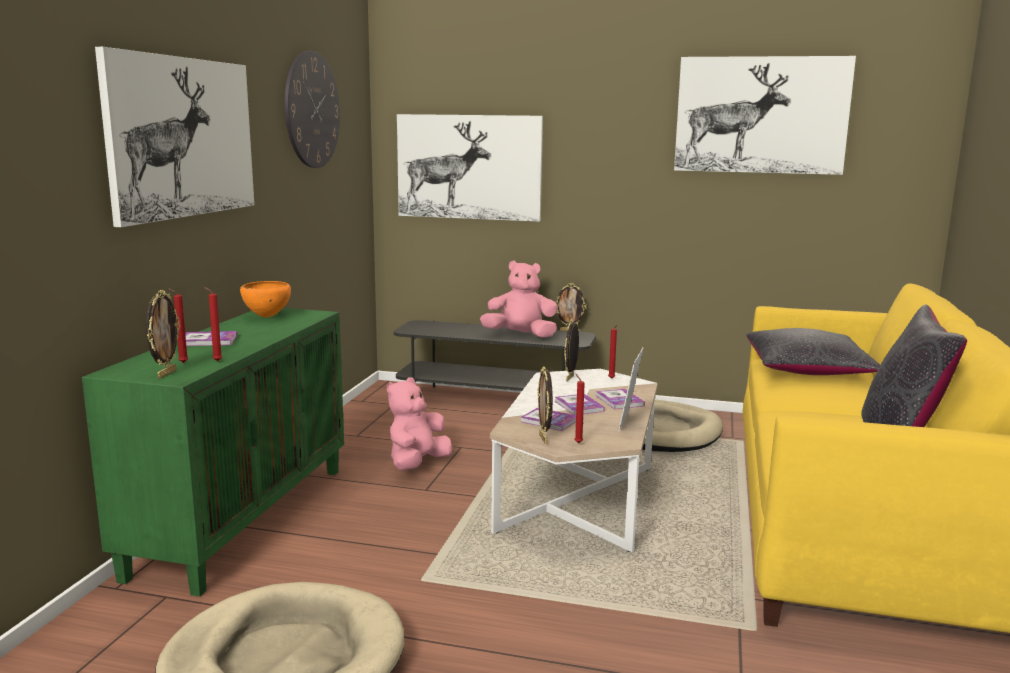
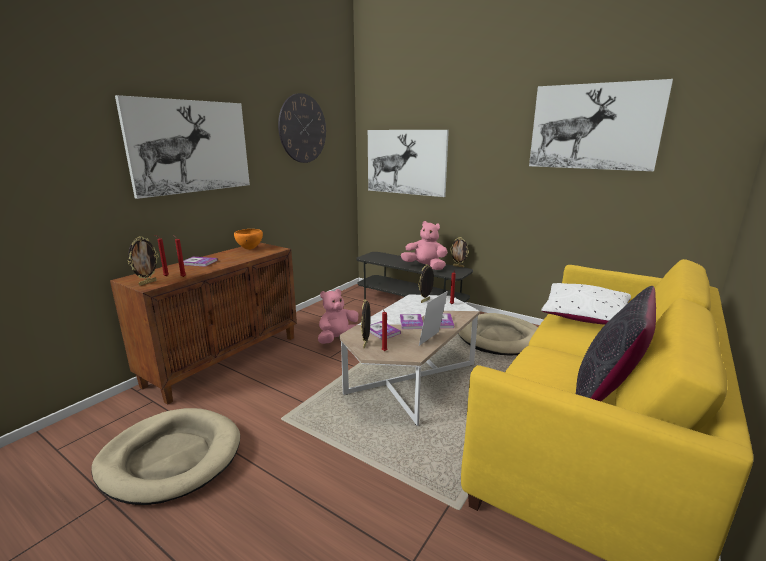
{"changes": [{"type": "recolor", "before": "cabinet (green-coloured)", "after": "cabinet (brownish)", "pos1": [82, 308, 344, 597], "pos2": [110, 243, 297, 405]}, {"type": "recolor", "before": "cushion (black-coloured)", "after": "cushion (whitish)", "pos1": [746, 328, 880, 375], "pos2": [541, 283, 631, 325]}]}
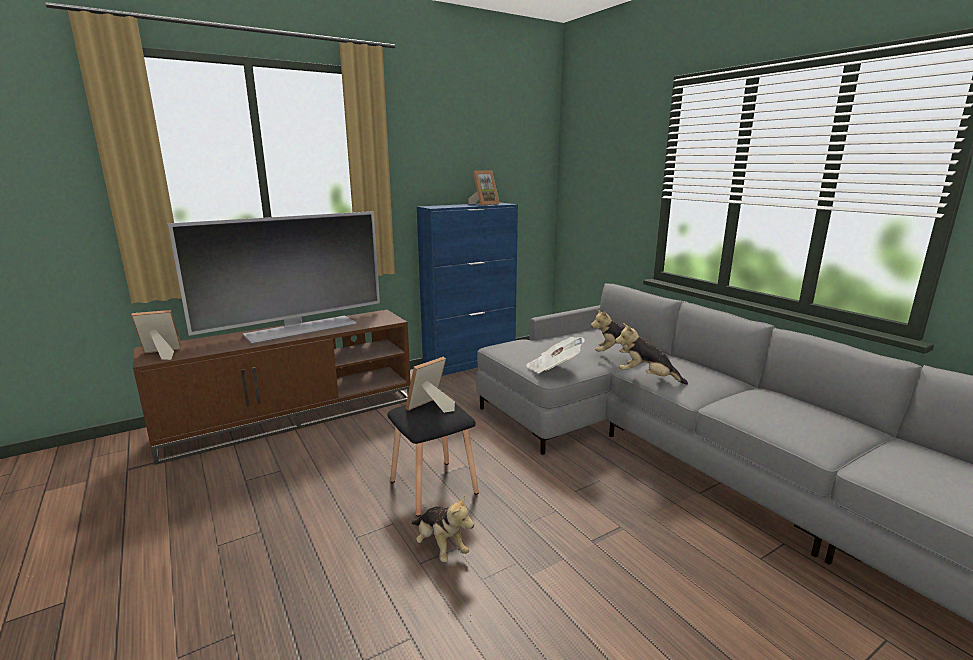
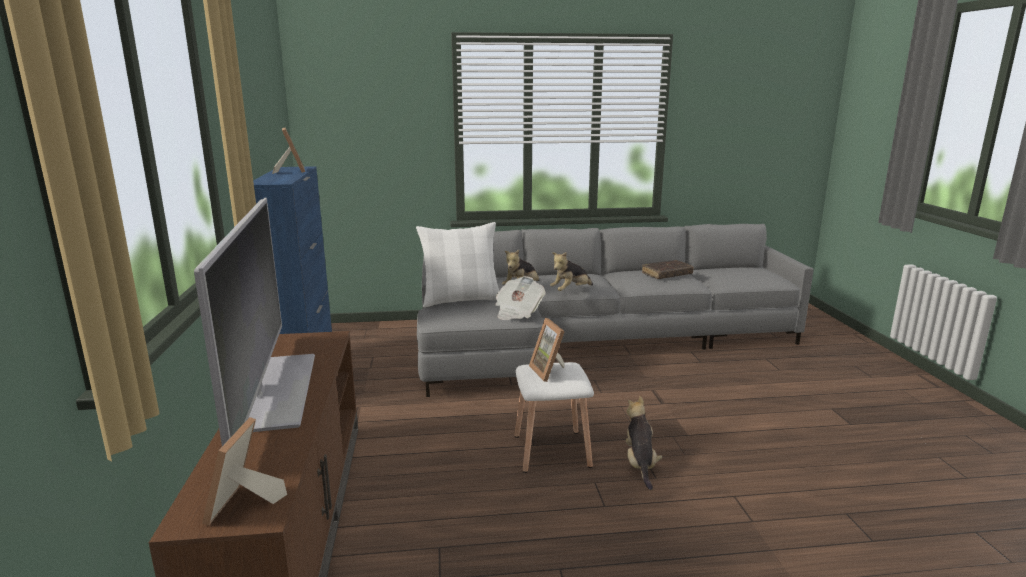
{"changes": [{"type": "insert", "after": "cushion (whitish)", "pos2": [416, 222, 499, 308]}, {"type": "insert", "after": "volume (brownish)", "pos2": [642, 260, 694, 279]}, {"type": "recolor", "before": "stool seat (black-coloured)", "after": "stool seat (whitish)", "pos1": [387, 400, 479, 516], "pos2": [514, 362, 594, 473]}, {"type": "rotate", "before": "soft toy", "pos1": [412, 495, 474, 562], "pos2": [626, 396, 662, 490], "turn": -75}]}
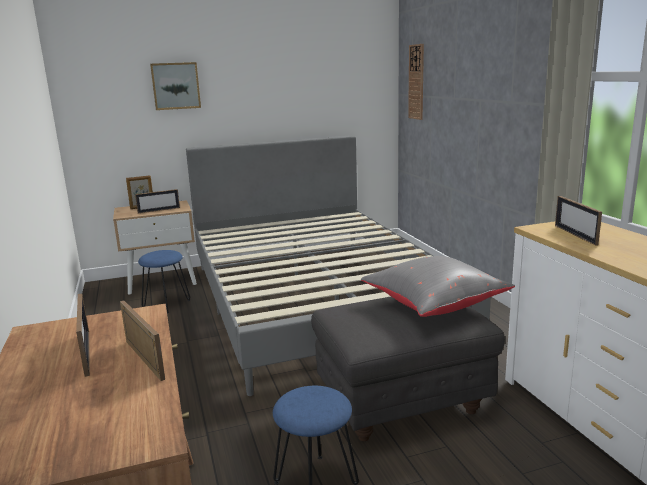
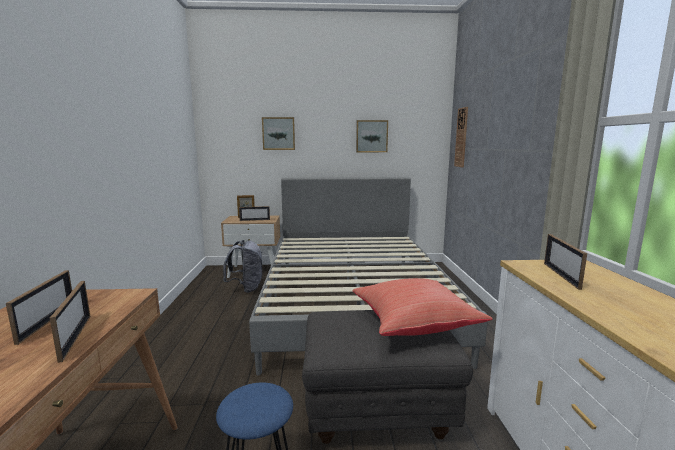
{"changes": [{"type": "insert", "after": "picture", "pos2": [356, 120, 388, 152]}, {"type": "replace", "before": "stool seat (blue-coloured)", "after": "rucksack (greyish)", "pos1": [138, 250, 190, 313], "pos2": [223, 240, 262, 293]}, {"type": "recolor", "before": "cushion (greyish)", "after": "cushion (red-coloured)", "pos1": [361, 256, 515, 317], "pos2": [352, 278, 492, 336]}]}
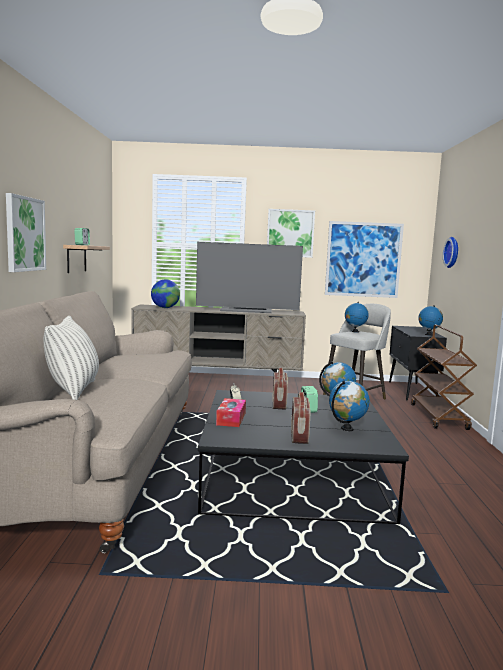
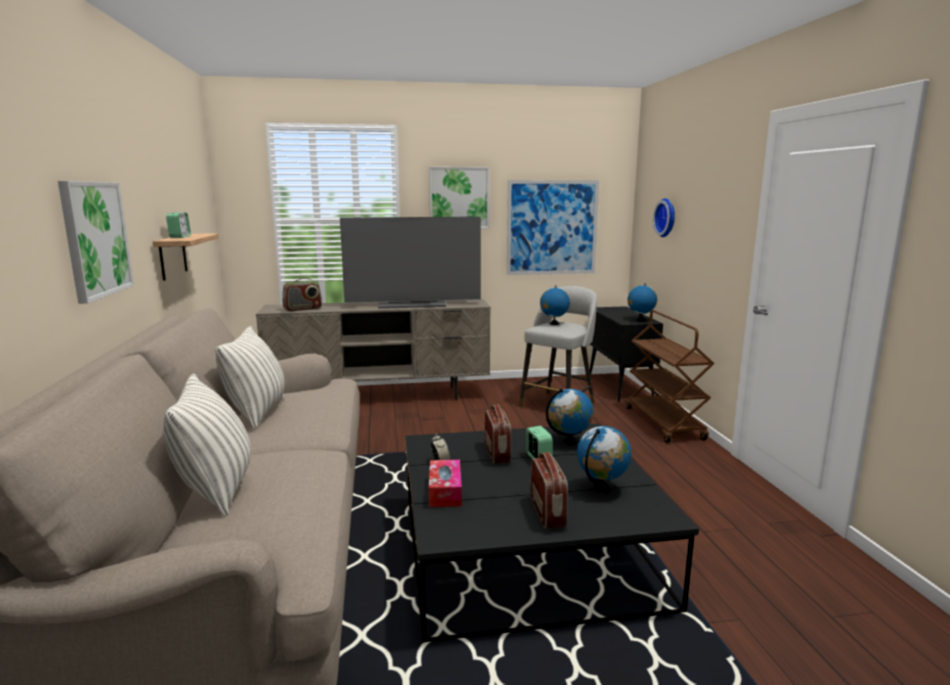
{"changes": [{"type": "insert", "after": "cushion", "pos2": [215, 326, 285, 429]}, {"type": "replace", "before": "desk globe", "after": "radio receiver", "pos1": [151, 279, 180, 308], "pos2": [282, 278, 322, 311]}]}
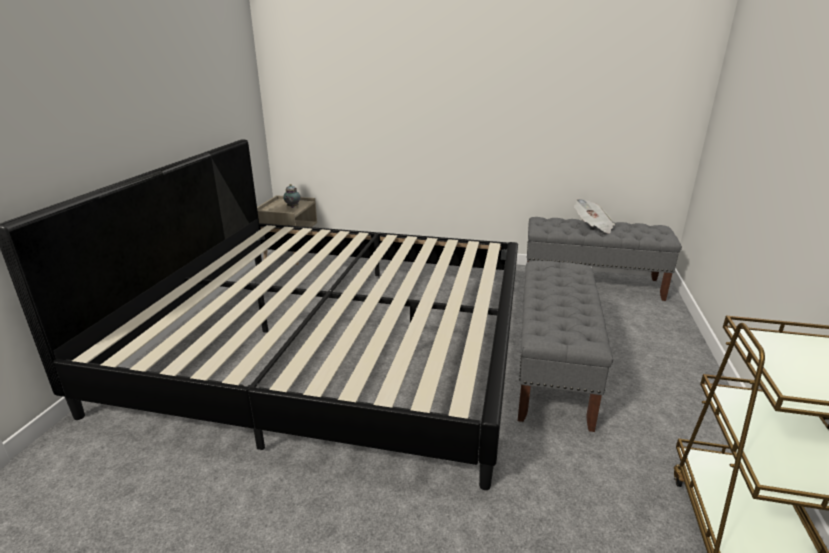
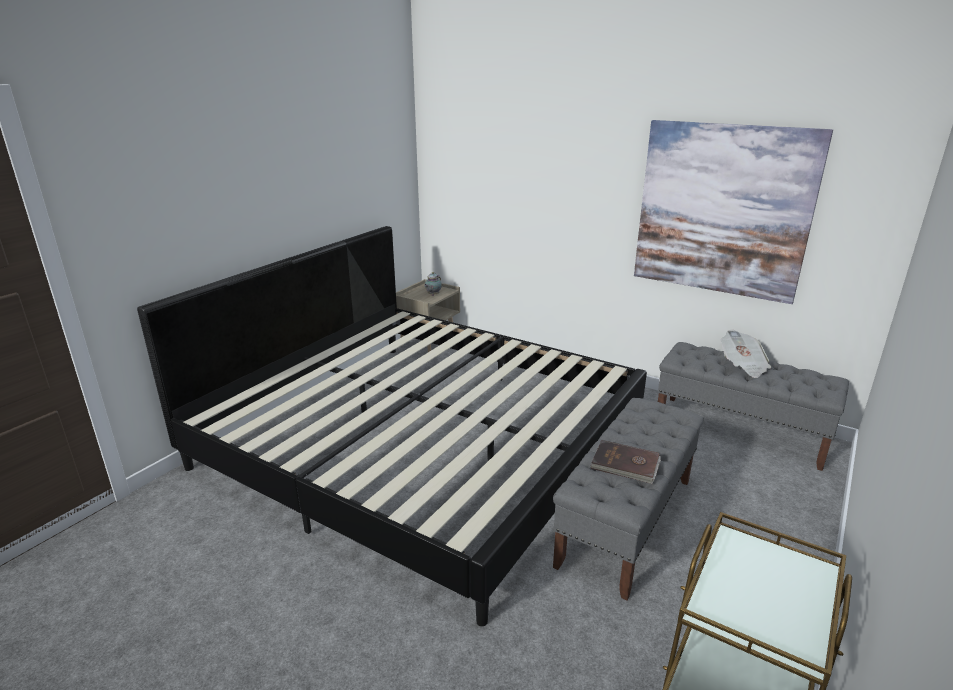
{"changes": [{"type": "insert", "after": "volume (brownish)", "pos2": [590, 440, 661, 484]}, {"type": "insert", "after": "picture", "pos2": [634, 120, 833, 304]}]}
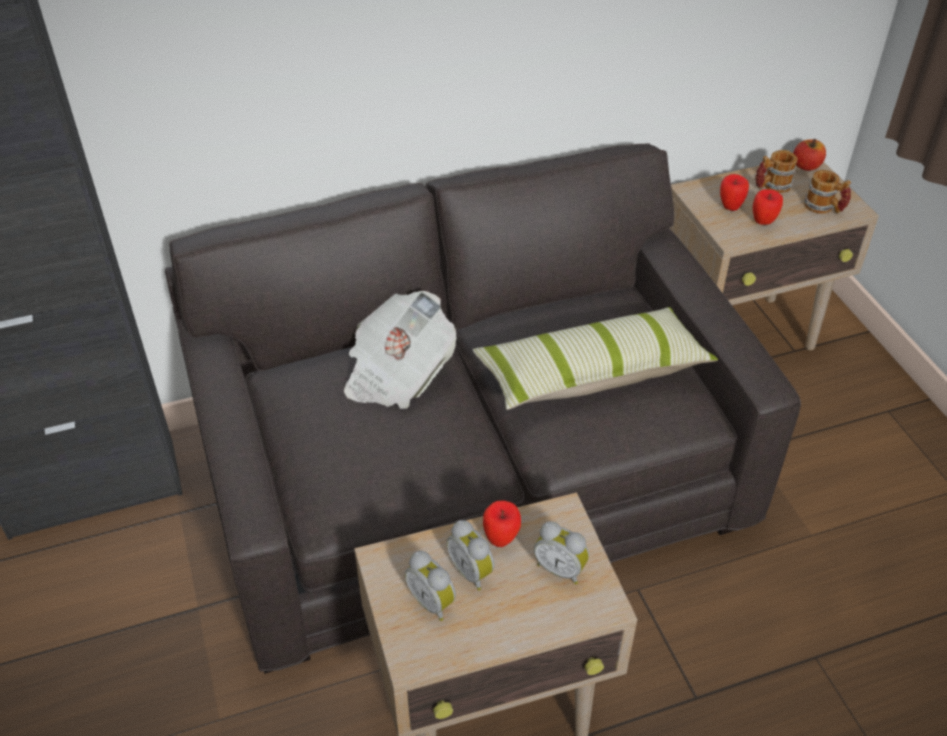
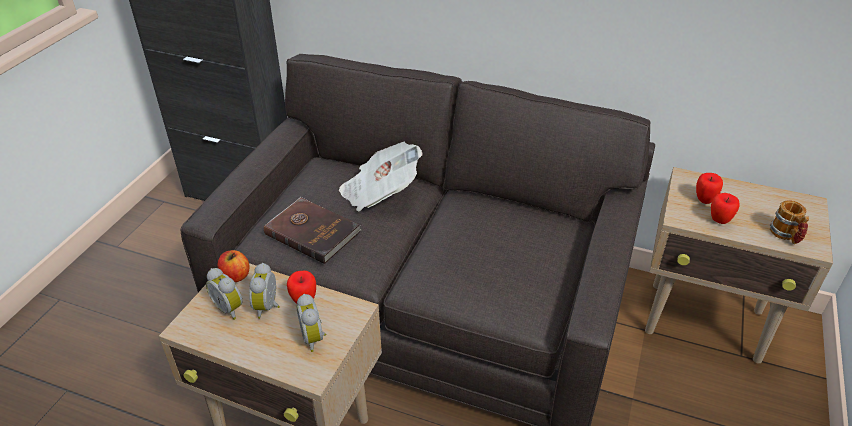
{"changes": [{"type": "delete", "before": "cushion", "pos1": [473, 307, 718, 410]}, {"type": "delete", "before": "coffee mug", "pos1": [755, 150, 798, 193]}, {"type": "insert", "after": "volume (brownish)", "pos2": [264, 197, 361, 264]}, {"type": "move", "before": "apple", "pos1": [793, 139, 826, 171], "pos2": [217, 250, 250, 282]}, {"type": "rotate", "before": "alarm clock", "pos1": [405, 551, 456, 621], "pos2": [206, 268, 242, 320], "turn": -45}]}
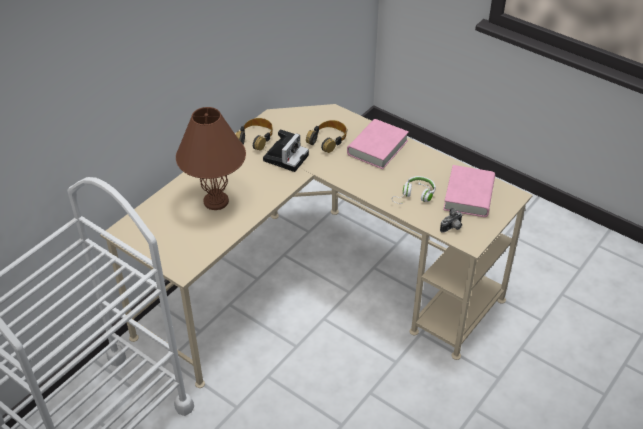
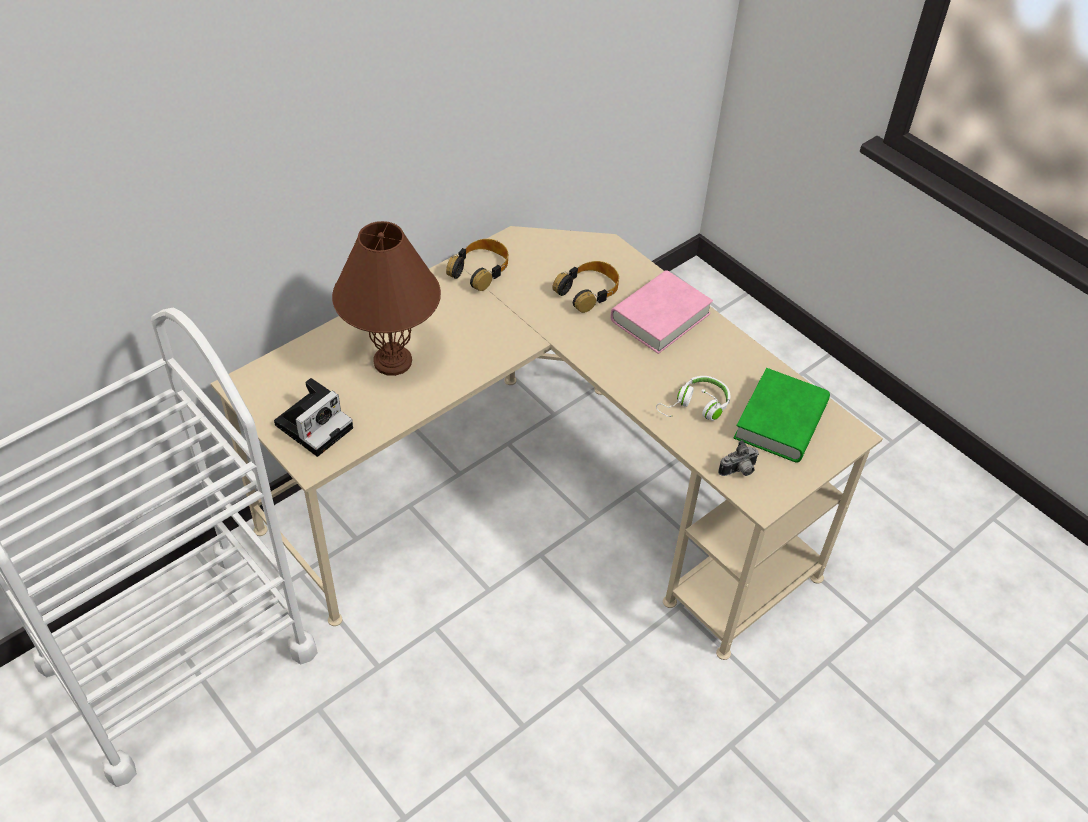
{"changes": [{"type": "move", "before": "still camera", "pos1": [263, 129, 309, 172], "pos2": [274, 378, 353, 457]}, {"type": "recolor", "before": "volume (pinkish)", "after": "volume (green-coloured)", "pos1": [443, 165, 495, 217], "pos2": [734, 368, 830, 463]}]}
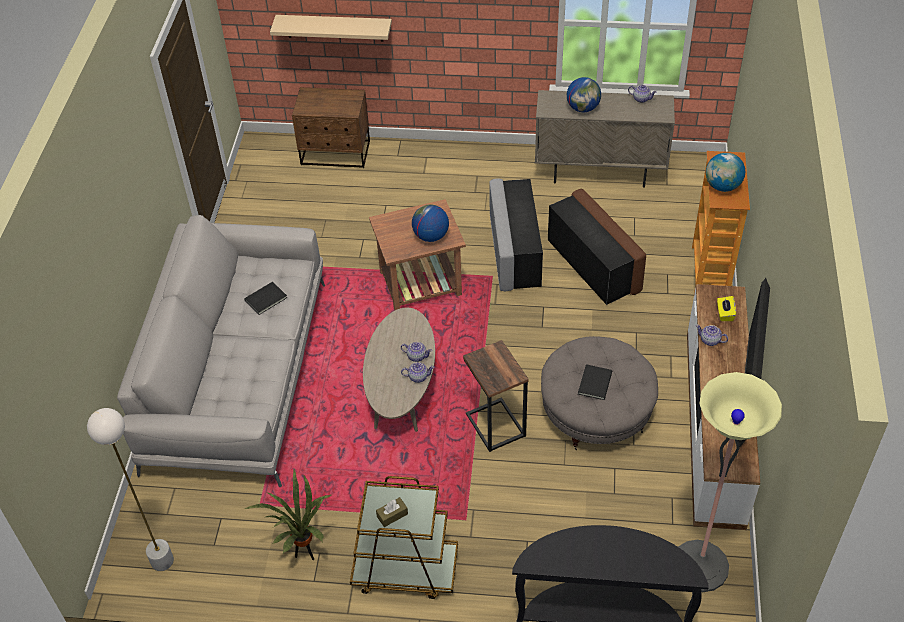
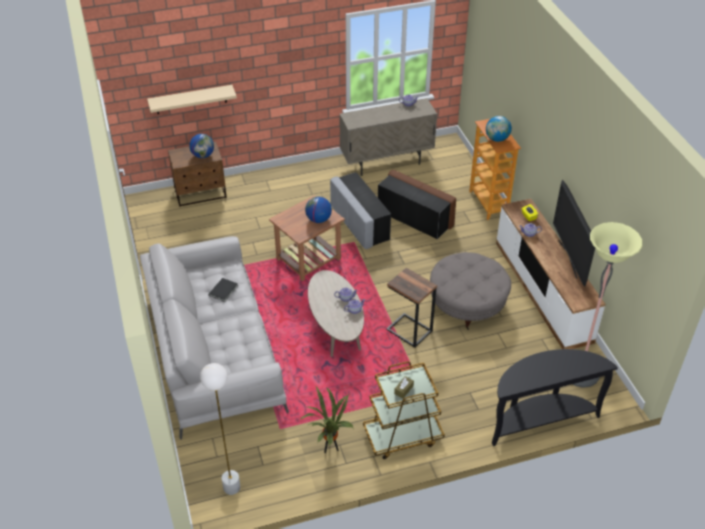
{"changes": [{"type": "delete", "before": "volume (black-coloured)", "pos1": [578, 364, 612, 400]}, {"type": "move", "before": "desk globe", "pos1": [567, 77, 601, 112], "pos2": [189, 134, 214, 158]}]}
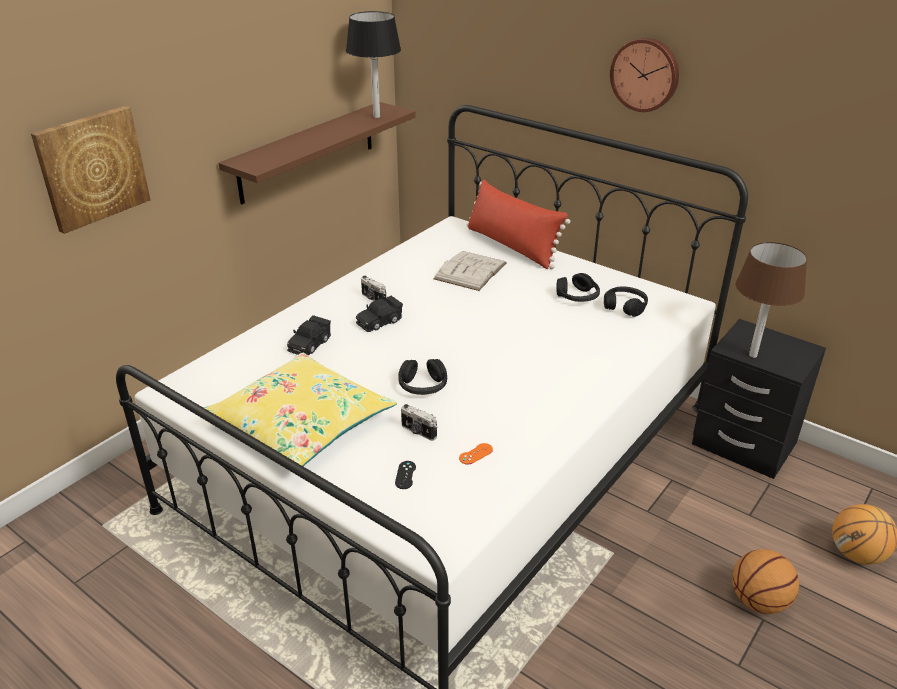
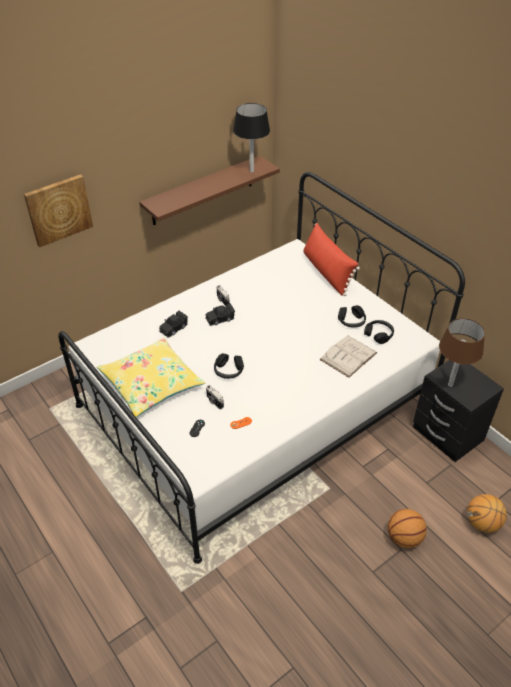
{"changes": [{"type": "delete", "before": "clock on the wall", "pos1": [610, 38, 679, 112]}, {"type": "move", "before": "volume (whitish)", "pos1": [433, 251, 507, 291], "pos2": [320, 336, 377, 378]}]}
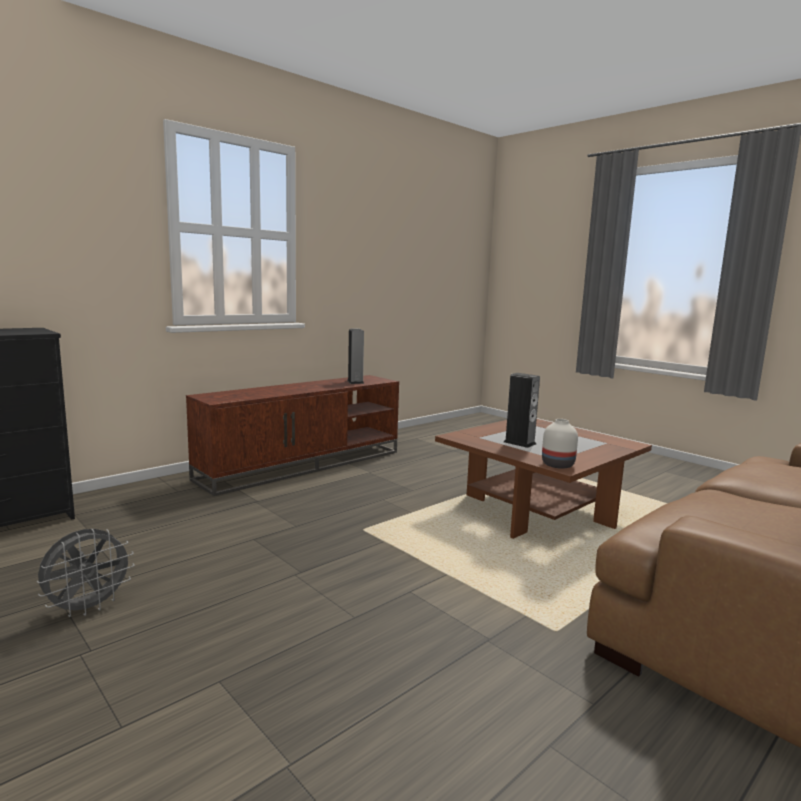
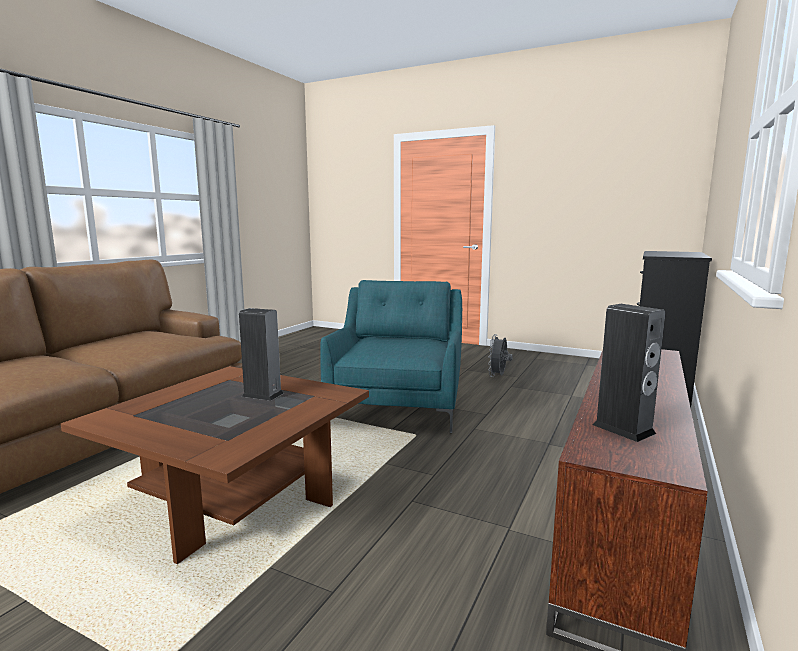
{"changes": [{"type": "delete", "before": "decorative vase (whitish)", "pos1": [542, 419, 578, 469]}, {"type": "insert", "after": "easy chair (turquoise)", "pos2": [320, 280, 462, 433]}]}
